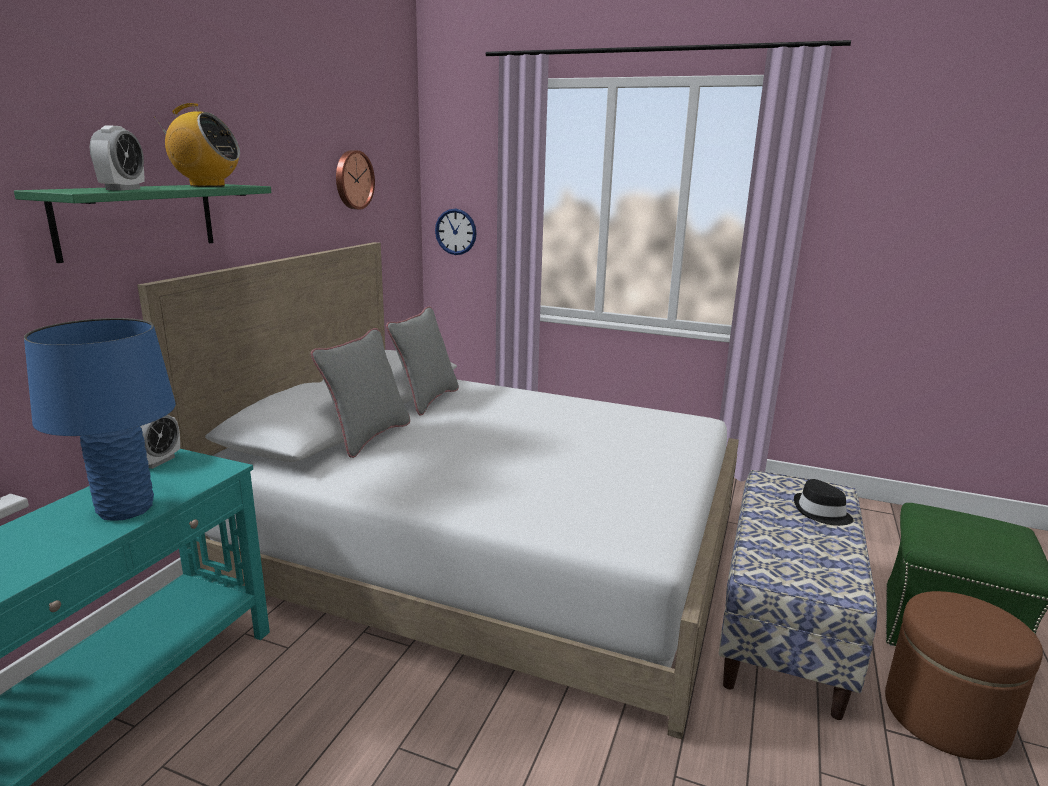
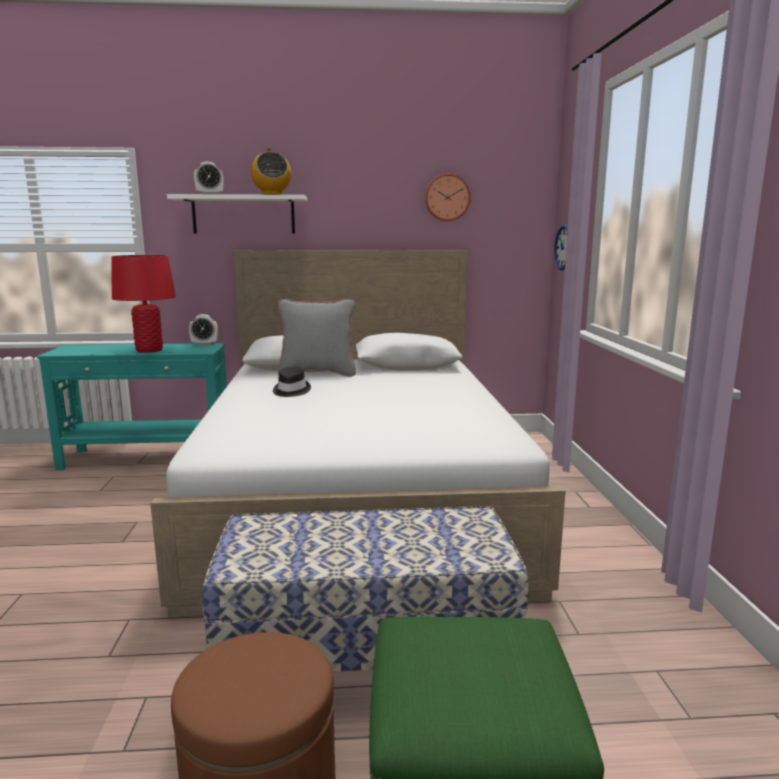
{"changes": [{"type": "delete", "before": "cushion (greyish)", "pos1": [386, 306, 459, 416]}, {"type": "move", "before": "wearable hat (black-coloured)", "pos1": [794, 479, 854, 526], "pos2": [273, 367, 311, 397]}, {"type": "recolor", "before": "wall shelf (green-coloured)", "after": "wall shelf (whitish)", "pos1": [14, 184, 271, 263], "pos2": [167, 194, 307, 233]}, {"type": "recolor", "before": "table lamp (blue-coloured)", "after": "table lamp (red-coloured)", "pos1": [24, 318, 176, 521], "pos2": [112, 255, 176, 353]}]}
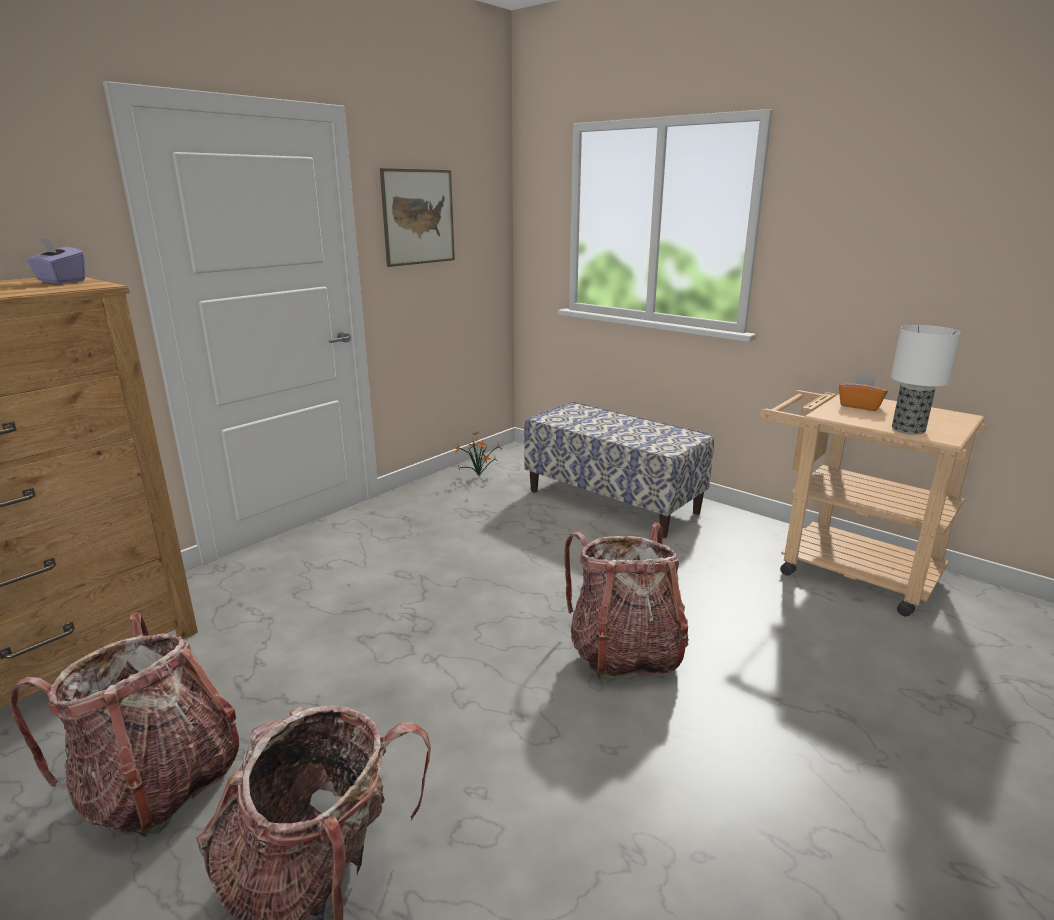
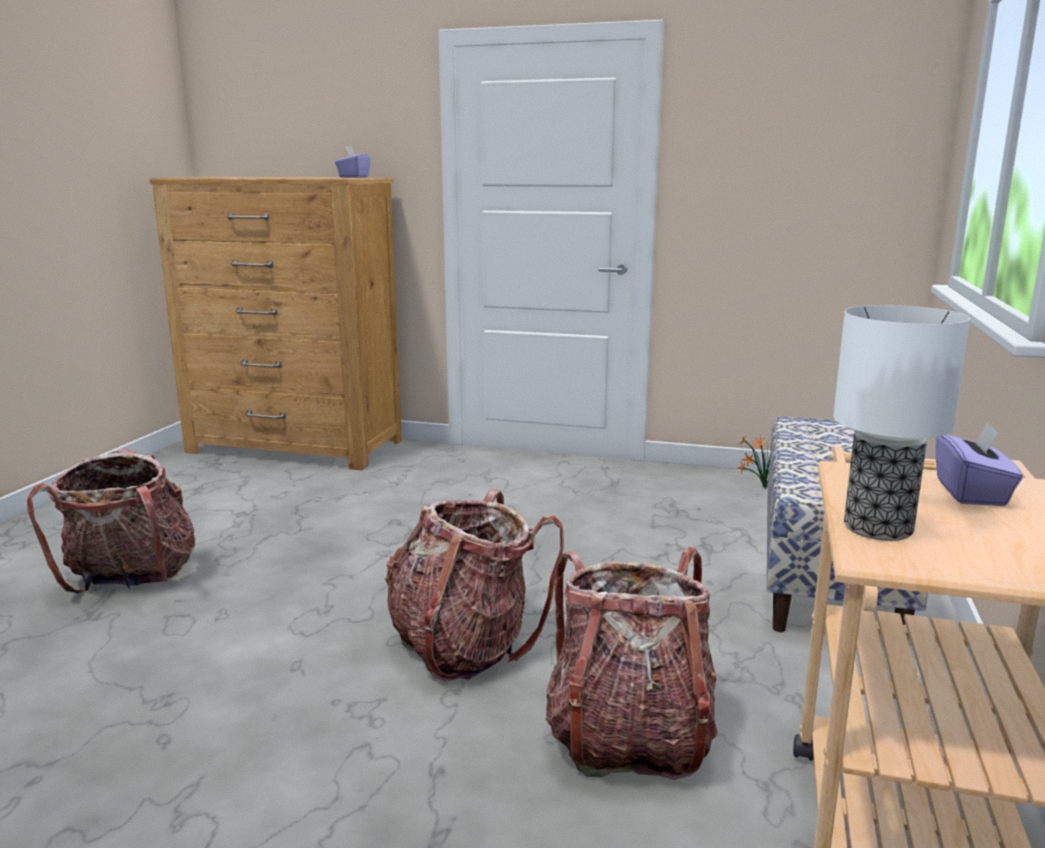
{"changes": [{"type": "delete", "before": "picture", "pos1": [380, 168, 455, 267]}, {"type": "move", "before": "rucksack", "pos1": [9, 612, 239, 837], "pos2": [546, 547, 718, 780]}, {"type": "recolor", "before": "tissue holder (orangey)", "after": "tissue holder (purple)", "pos1": [839, 373, 888, 411], "pos2": [936, 422, 1023, 506]}]}
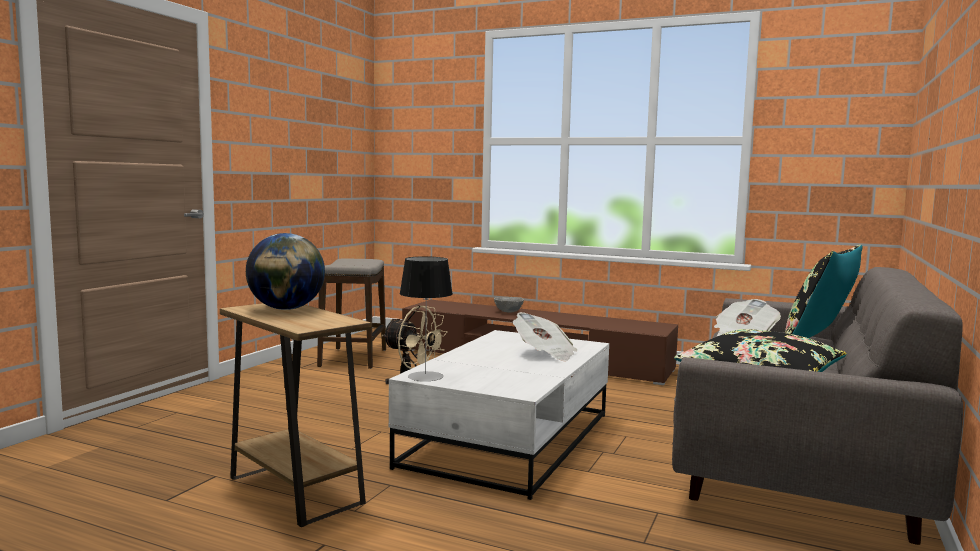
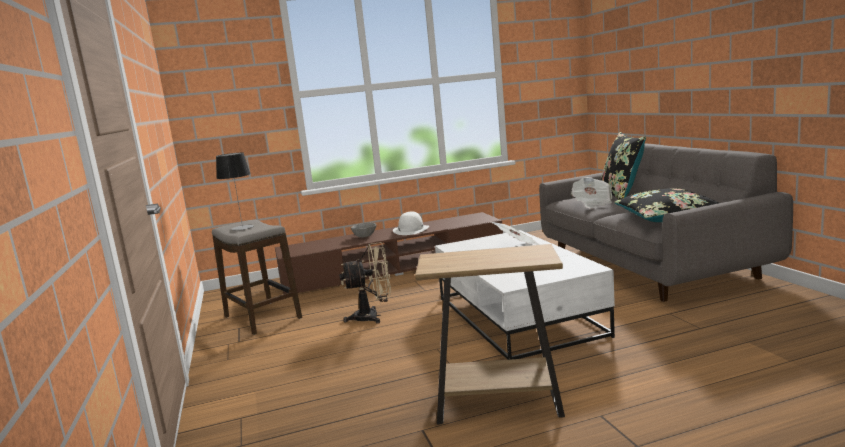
{"changes": [{"type": "delete", "before": "desk globe", "pos1": [246, 233, 325, 310]}, {"type": "insert", "after": "wearable hat (whitish)", "pos2": [393, 211, 429, 235]}, {"type": "move", "before": "table lamp", "pos1": [400, 256, 453, 381], "pos2": [216, 152, 254, 230]}]}
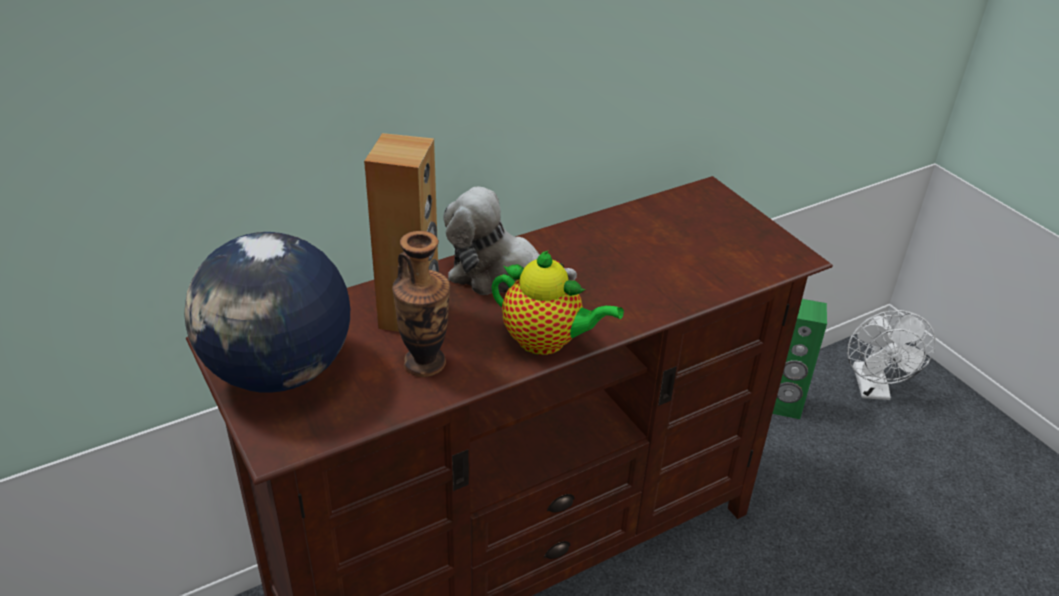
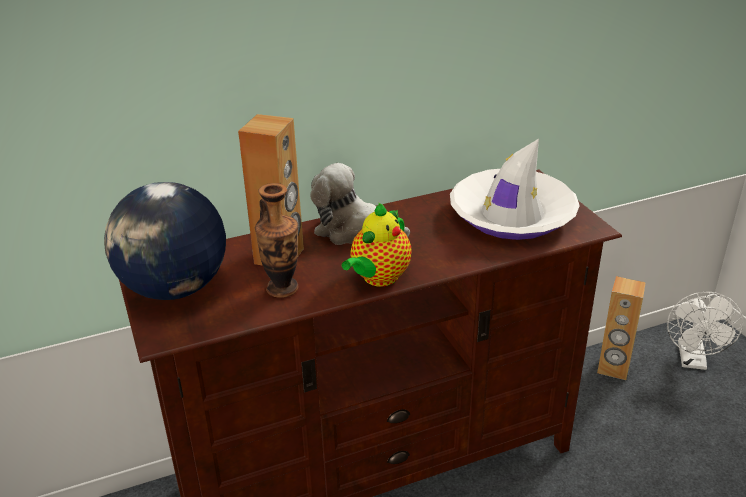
{"changes": [{"type": "insert", "after": "wearable hat (whitish)", "pos2": [450, 139, 580, 240]}, {"type": "recolor", "before": "loudspeaker (green-coloured)", "after": "loudspeaker (brownish)", "pos1": [773, 299, 827, 419], "pos2": [597, 276, 646, 380]}, {"type": "rotate", "before": "tea pot", "pos1": [492, 250, 624, 355], "pos2": [342, 203, 412, 287], "turn": 90}]}
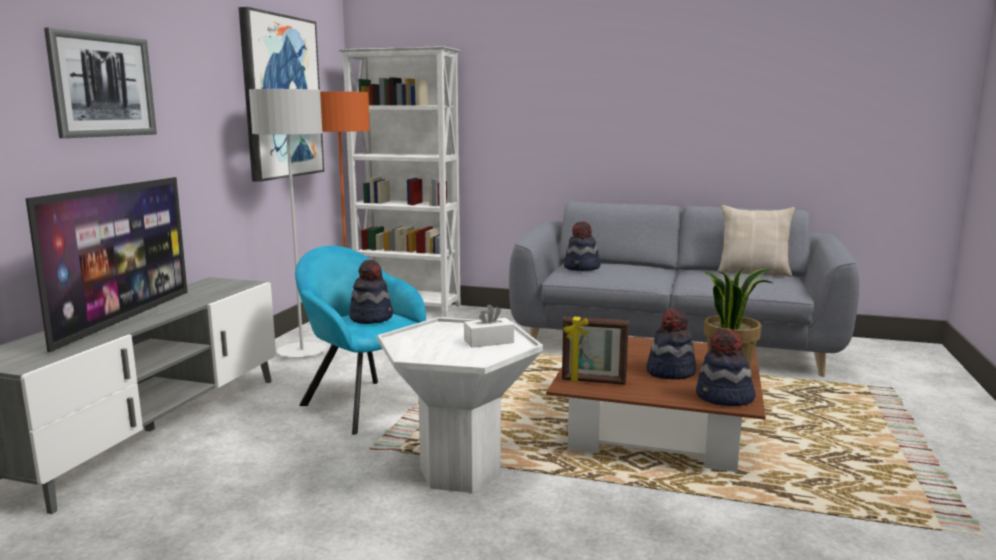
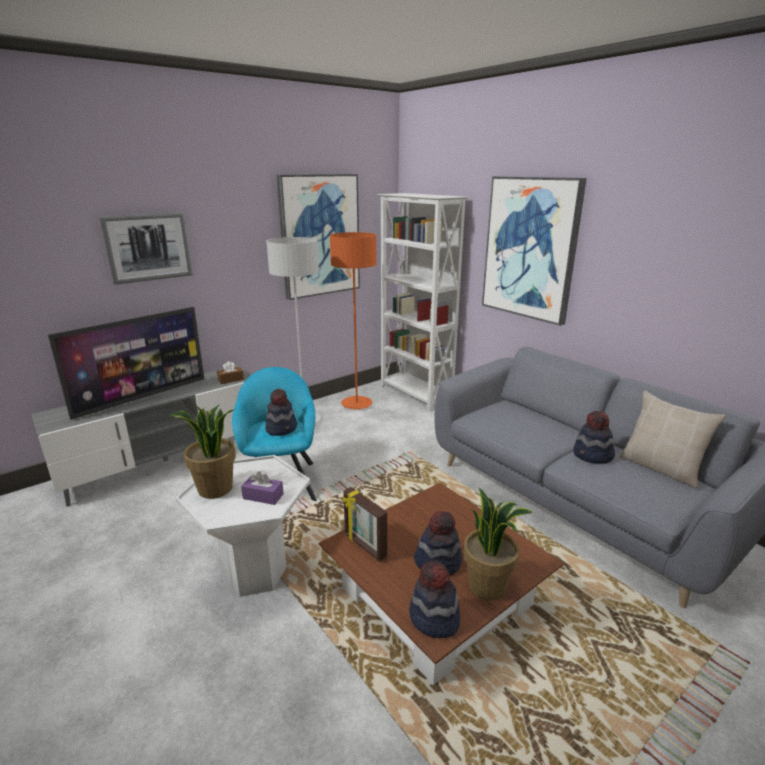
{"changes": [{"type": "insert", "after": "plant in a pot", "pos2": [170, 404, 236, 499]}, {"type": "insert", "after": "tissue holder (brownish)", "pos2": [217, 361, 244, 384]}, {"type": "insert", "after": "picture", "pos2": [482, 176, 587, 326]}, {"type": "move", "before": "wearable hat", "pos1": [564, 221, 601, 271], "pos2": [573, 411, 615, 464]}, {"type": "recolor", "before": "tissue holder (whitish)", "after": "tissue holder (purple)", "pos1": [464, 305, 514, 348], "pos2": [241, 471, 284, 505]}]}
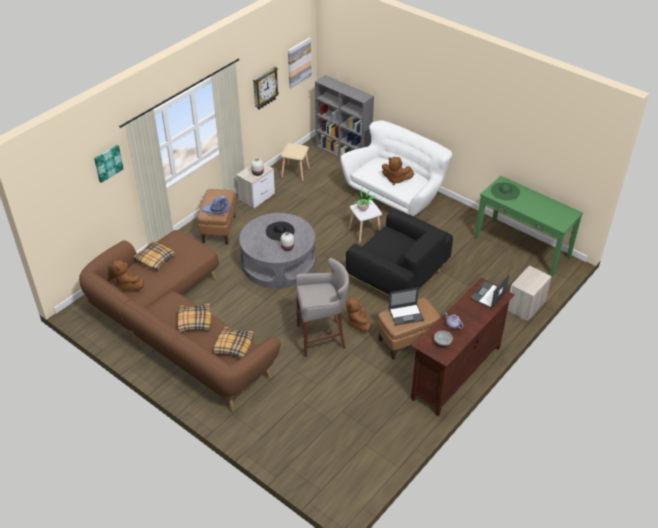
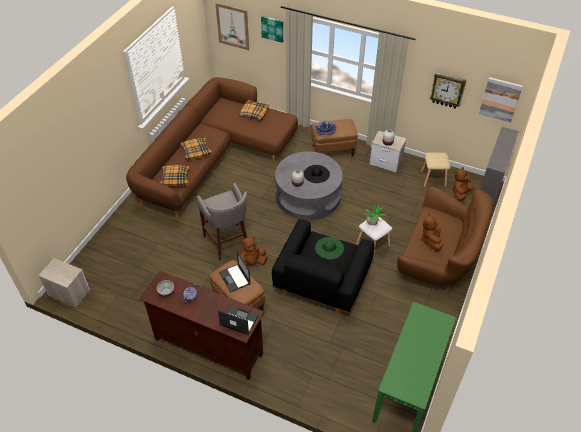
{"changes": [{"type": "insert", "after": "picture", "pos2": [215, 3, 249, 50]}, {"type": "move", "before": "soft toy (brownish)", "pos1": [111, 259, 144, 290], "pos2": [452, 167, 473, 201]}, {"type": "move", "before": "wearable hat (green-coloured)", "pos1": [491, 182, 520, 200], "pos2": [315, 237, 344, 259]}, {"type": "move", "before": "night table", "pos1": [507, 266, 552, 322], "pos2": [38, 258, 90, 308]}, {"type": "recolor", "before": "settee (whitish)", "after": "settee (brownish)", "pos1": [341, 120, 452, 216], "pos2": [397, 186, 493, 293]}]}
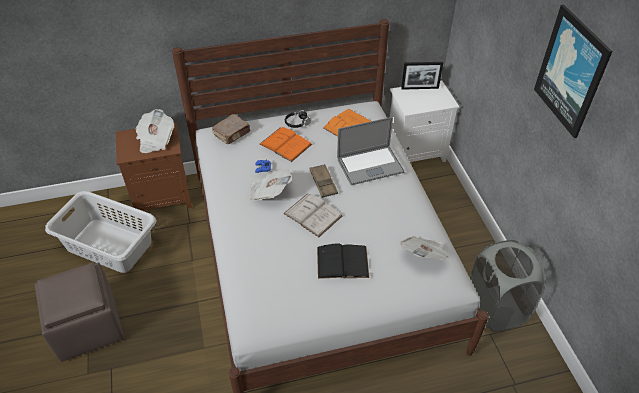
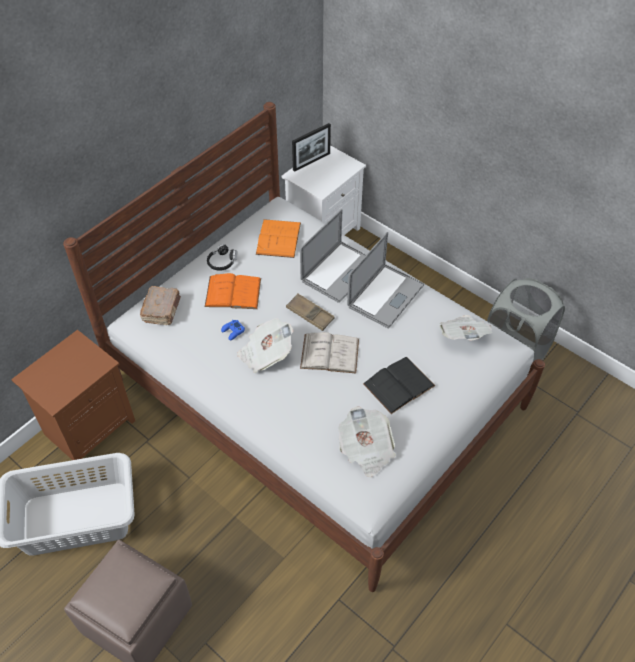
{"changes": [{"type": "delete", "before": "picture", "pos1": [534, 5, 613, 138]}, {"type": "insert", "after": "notebook computer", "pos2": [347, 232, 424, 328]}, {"type": "move", "before": "printed paper", "pos1": [136, 109, 174, 153], "pos2": [338, 406, 396, 477]}]}
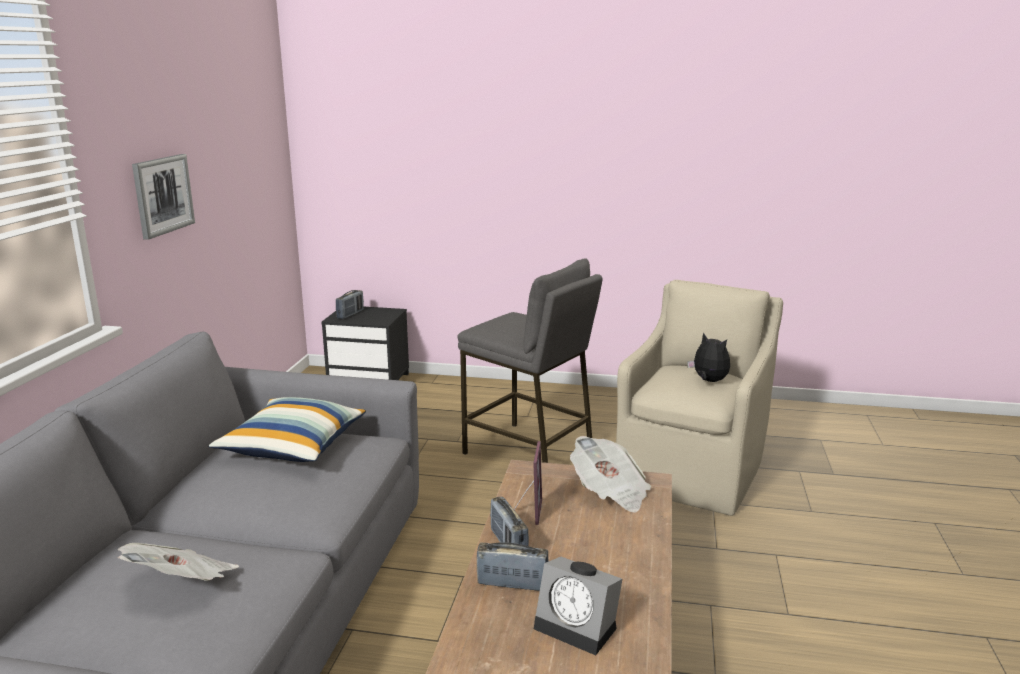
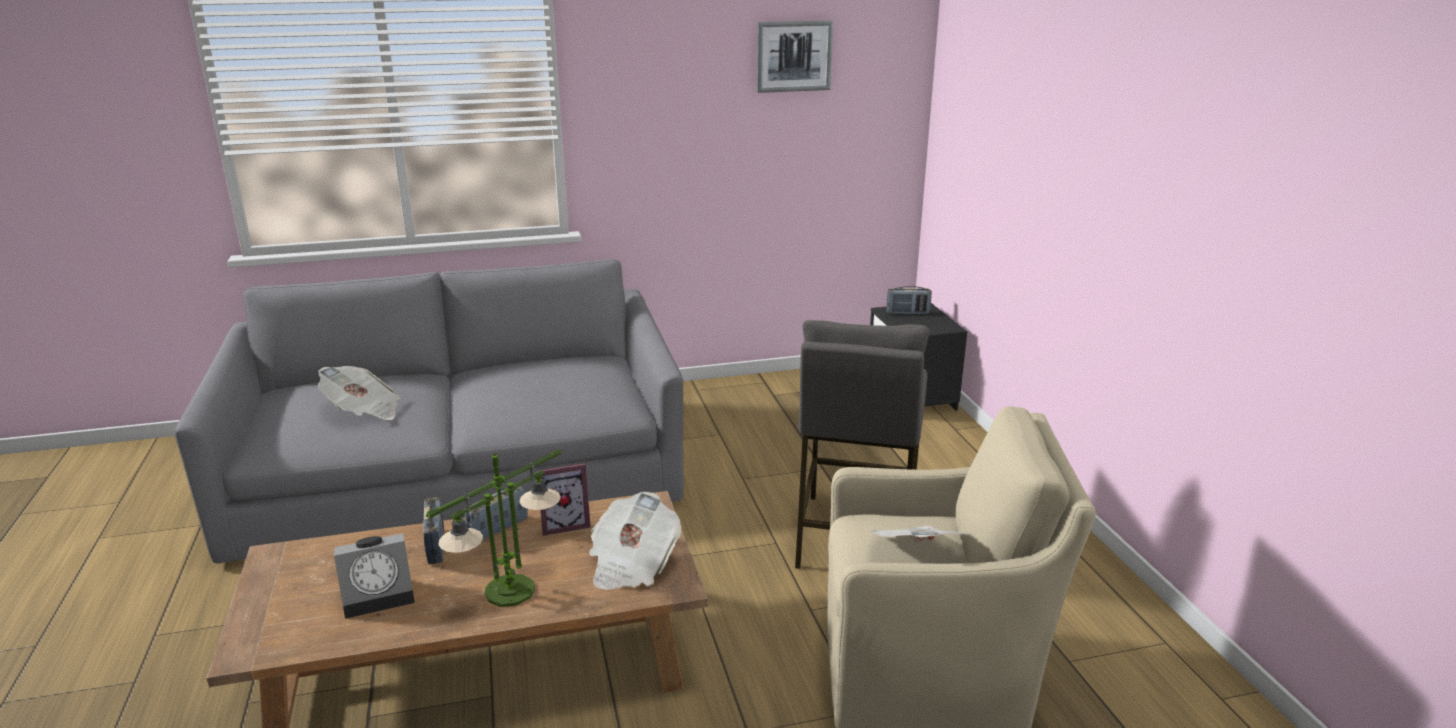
{"changes": [{"type": "delete", "before": "cushion", "pos1": [209, 397, 366, 462]}, {"type": "insert", "after": "table lamp", "pos2": [426, 449, 562, 607]}, {"type": "move", "before": "picture", "pos1": [132, 154, 195, 240], "pos2": [757, 20, 833, 93]}, {"type": "replace", "before": "soft toy", "after": "printed paper", "pos1": [687, 332, 730, 382], "pos2": [870, 526, 968, 542]}, {"type": "rotate", "before": "alarm clock", "pos1": [534, 557, 622, 655], "pos2": [334, 533, 415, 619], "turn": -120}]}
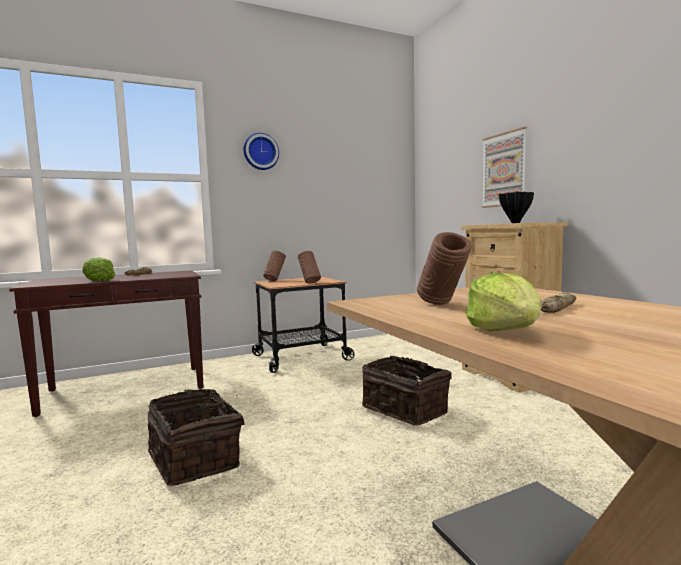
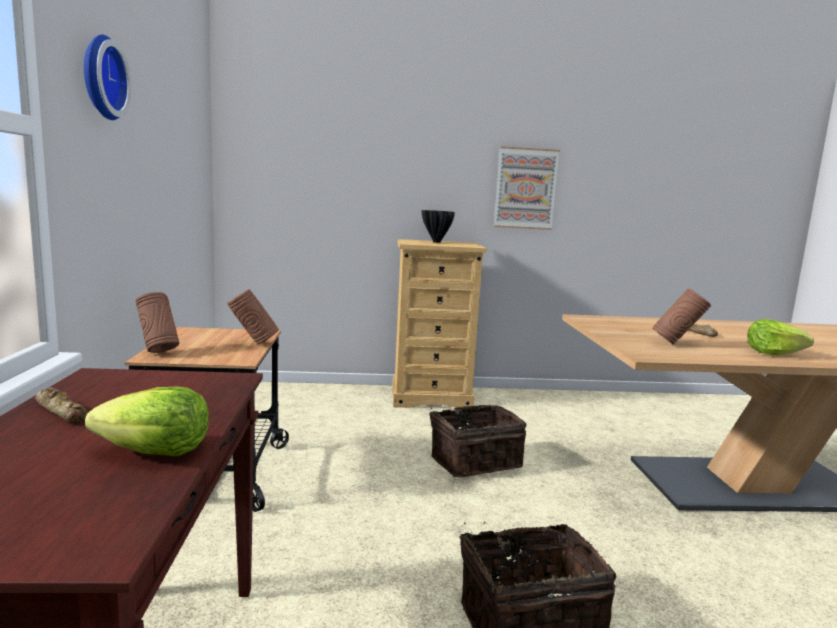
{"changes": [{"type": "move", "before": "picture", "pos1": [482, 127, 527, 208], "pos2": [493, 146, 560, 230]}]}
